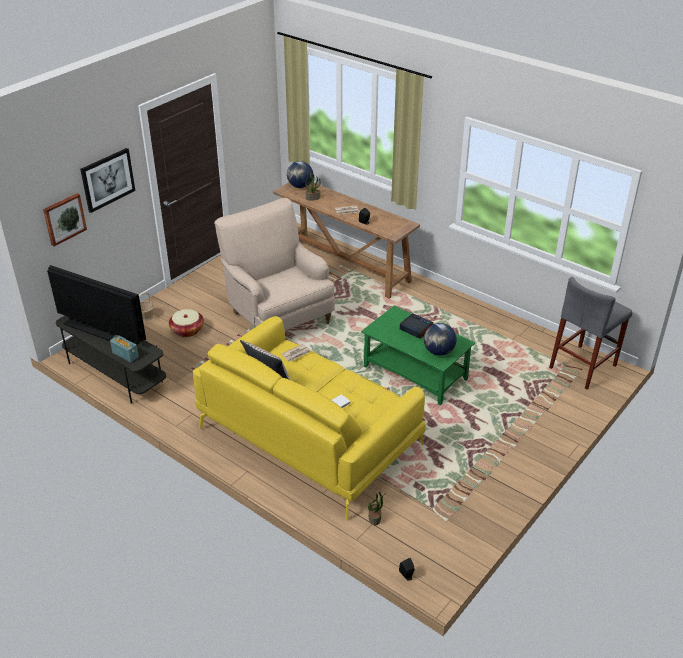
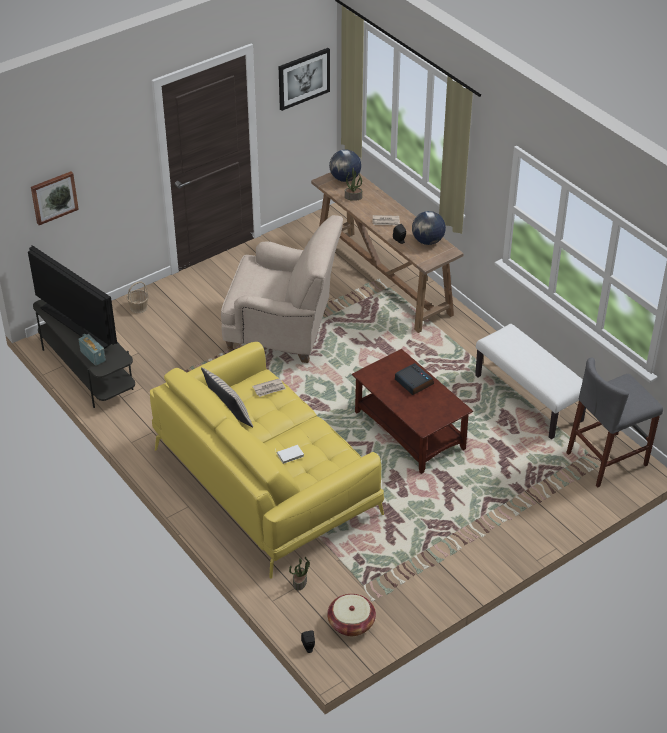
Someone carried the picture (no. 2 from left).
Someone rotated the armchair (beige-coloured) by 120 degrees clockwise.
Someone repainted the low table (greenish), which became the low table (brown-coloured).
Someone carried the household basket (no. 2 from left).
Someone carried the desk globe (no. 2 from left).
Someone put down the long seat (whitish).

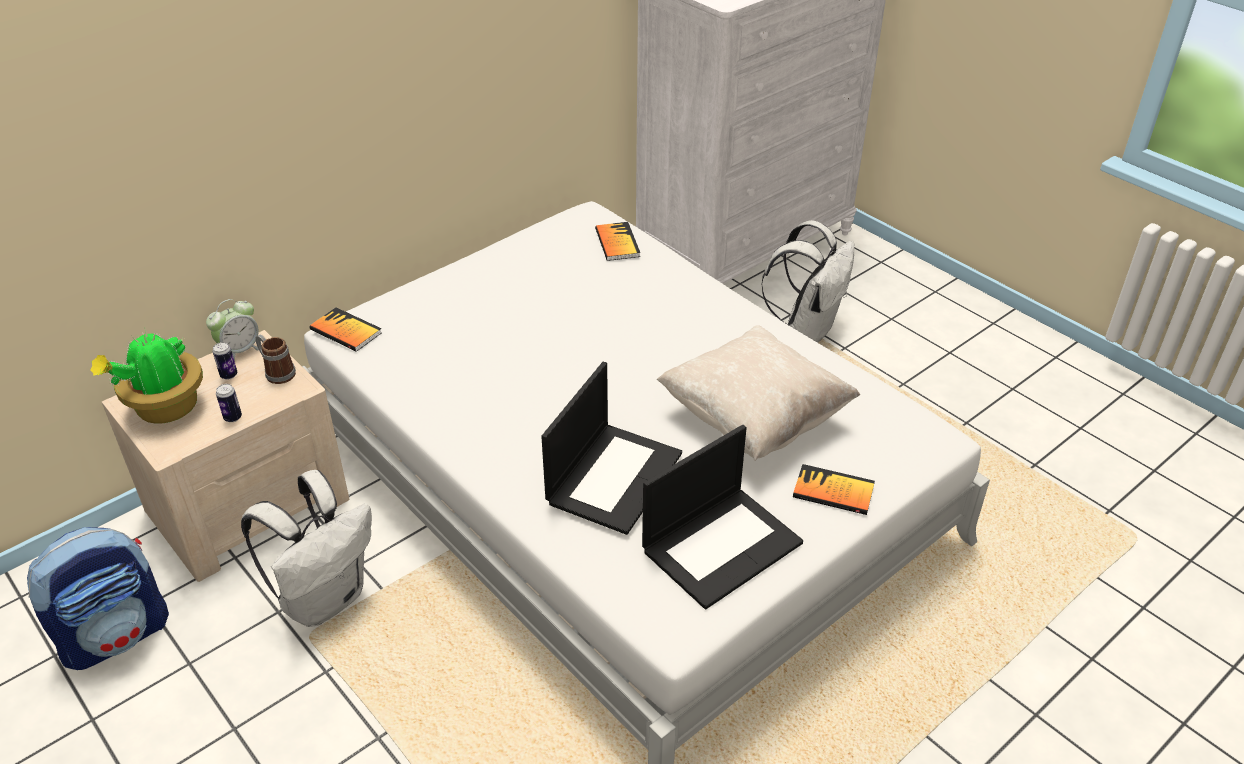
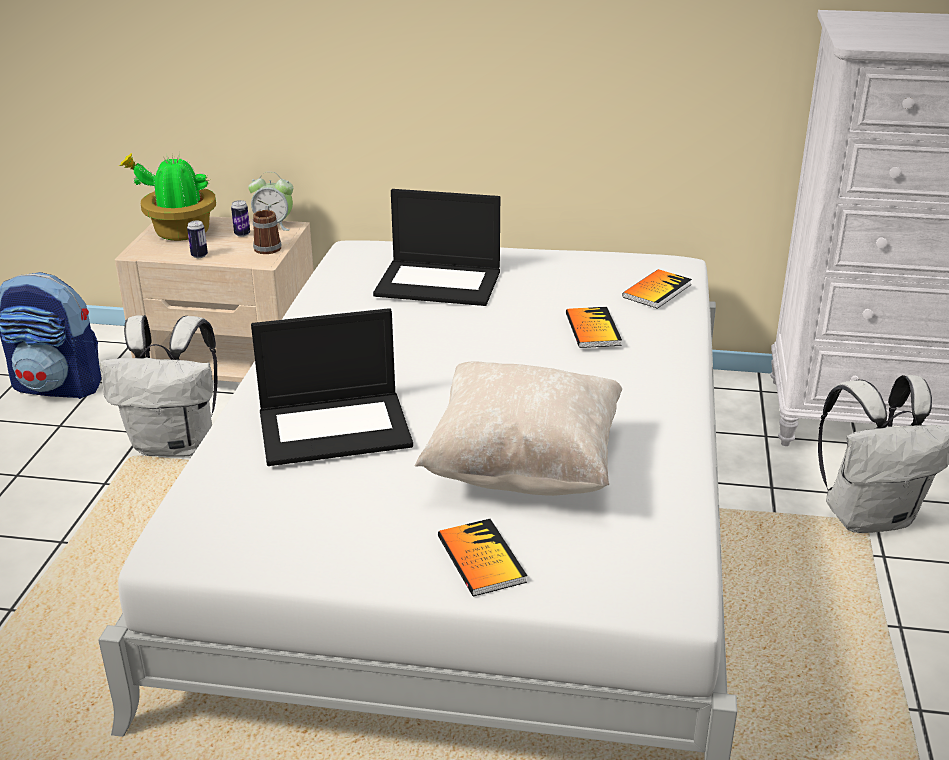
Someone carried the book (no. 1 from left in the first image).
Someone carried the laptop (no. 2 from left).

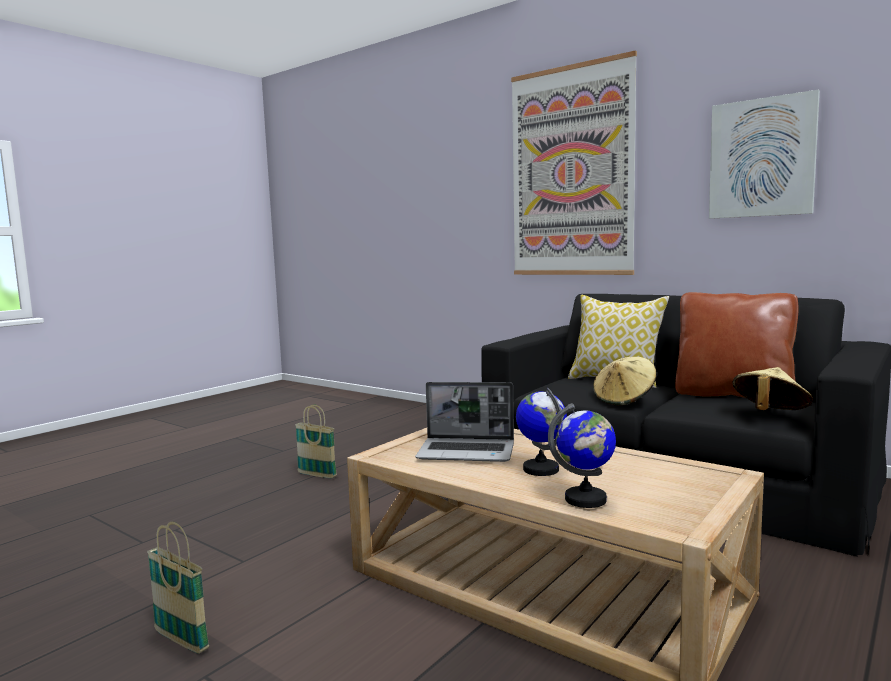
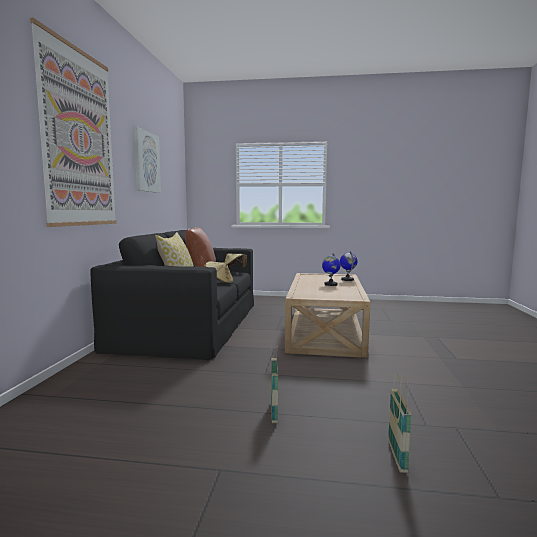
Someone took away the laptop.
Someone carried the household basket (no. 1 from left in the first image).

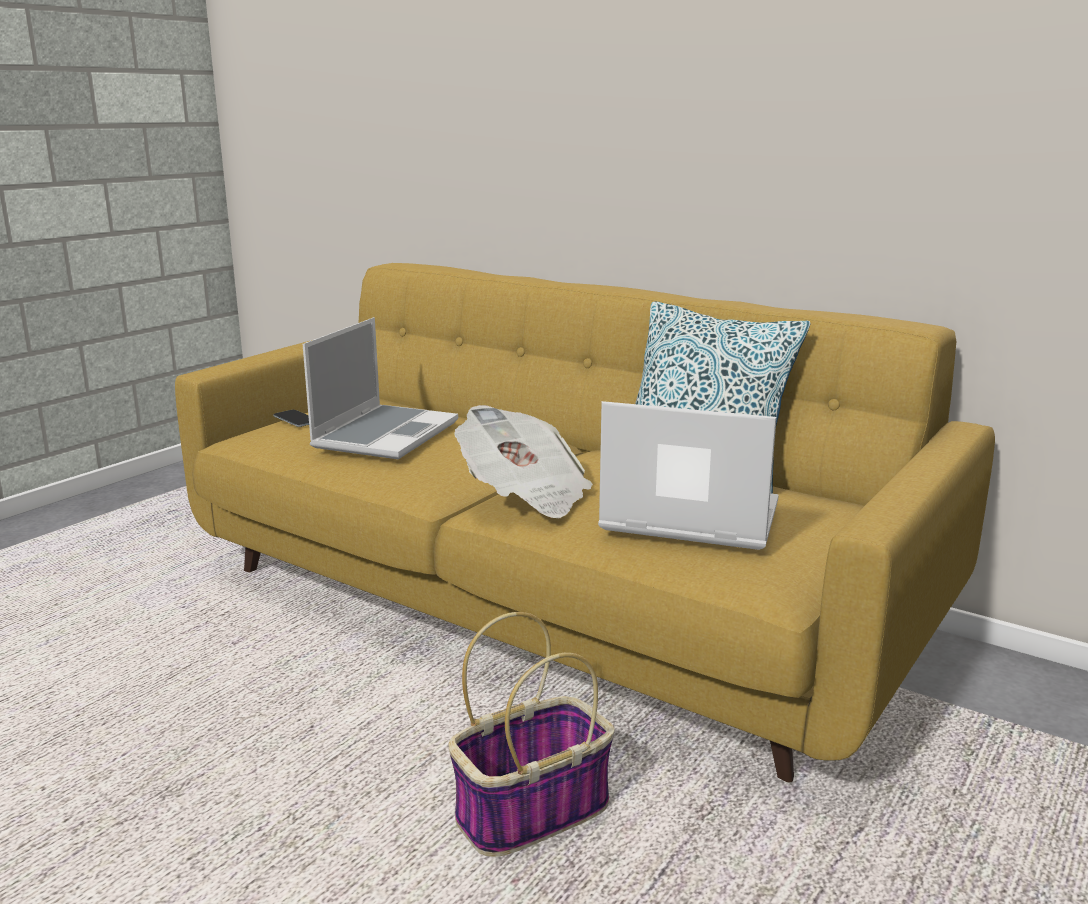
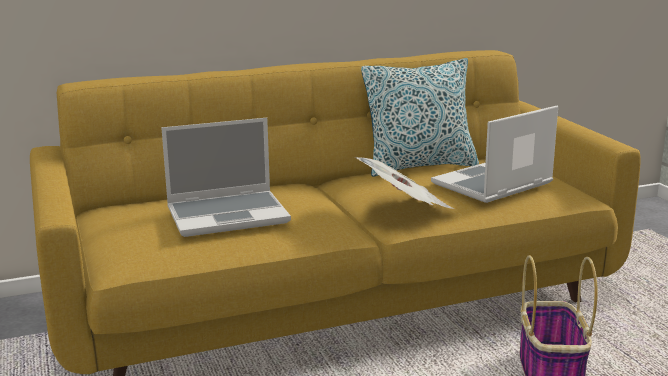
Someone rotated the laptop (no. 1 from left) by 105 degrees clockwise.
Someone took away the telephone.

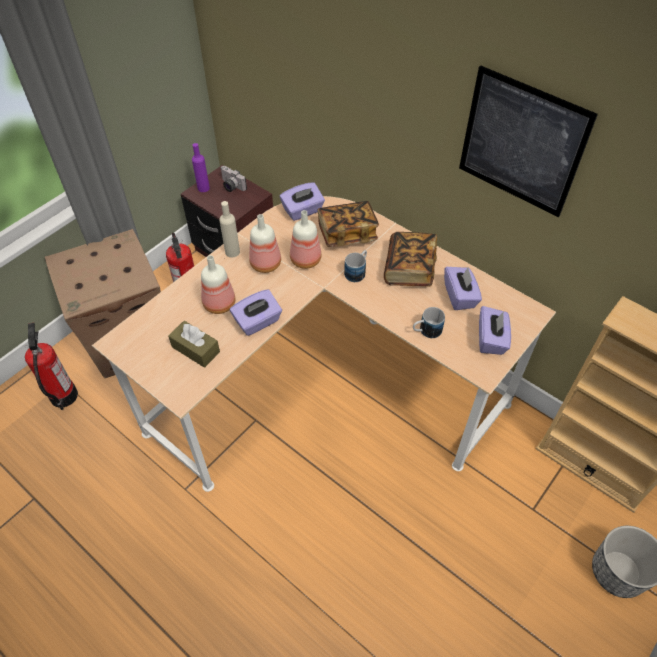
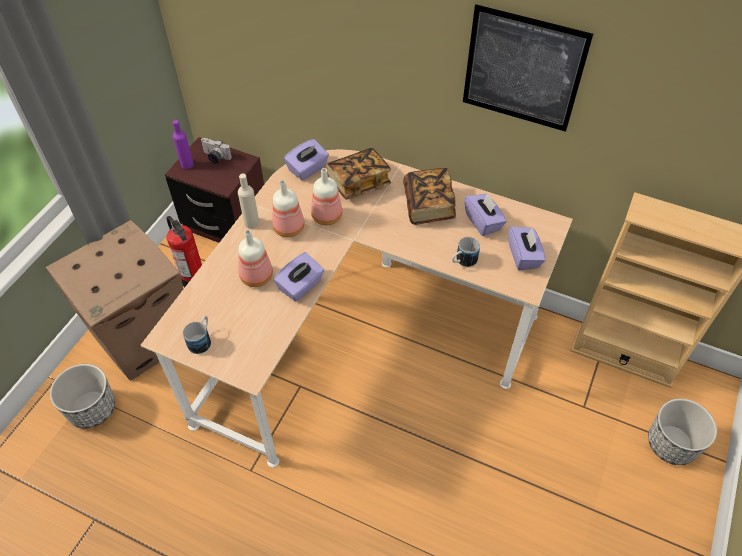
Someone carried the mug (no. 1 from left).
Someone took away the tissue holder (brown-coloured).
Someone swapped the fire-fighting cylinder (no. 1 from left) for the flower pot (no. 1 from left).

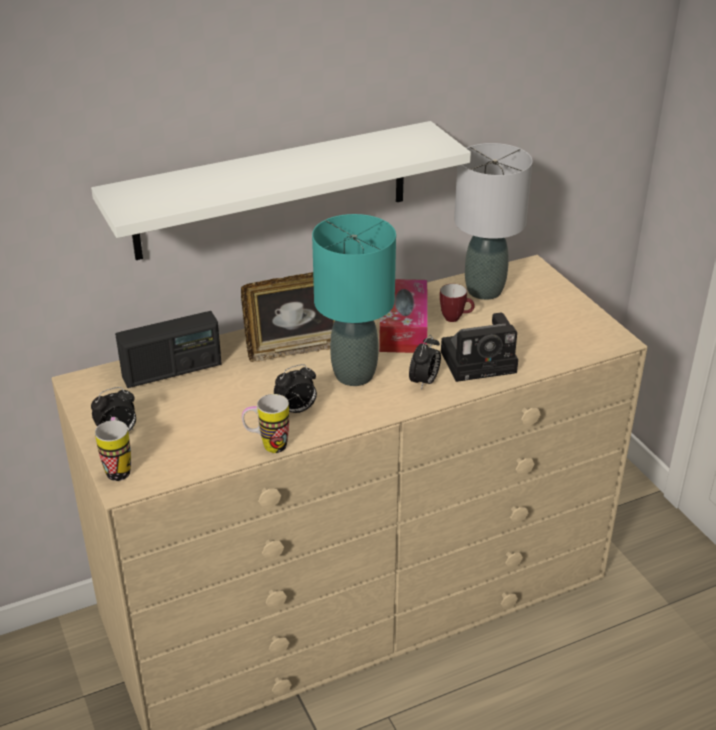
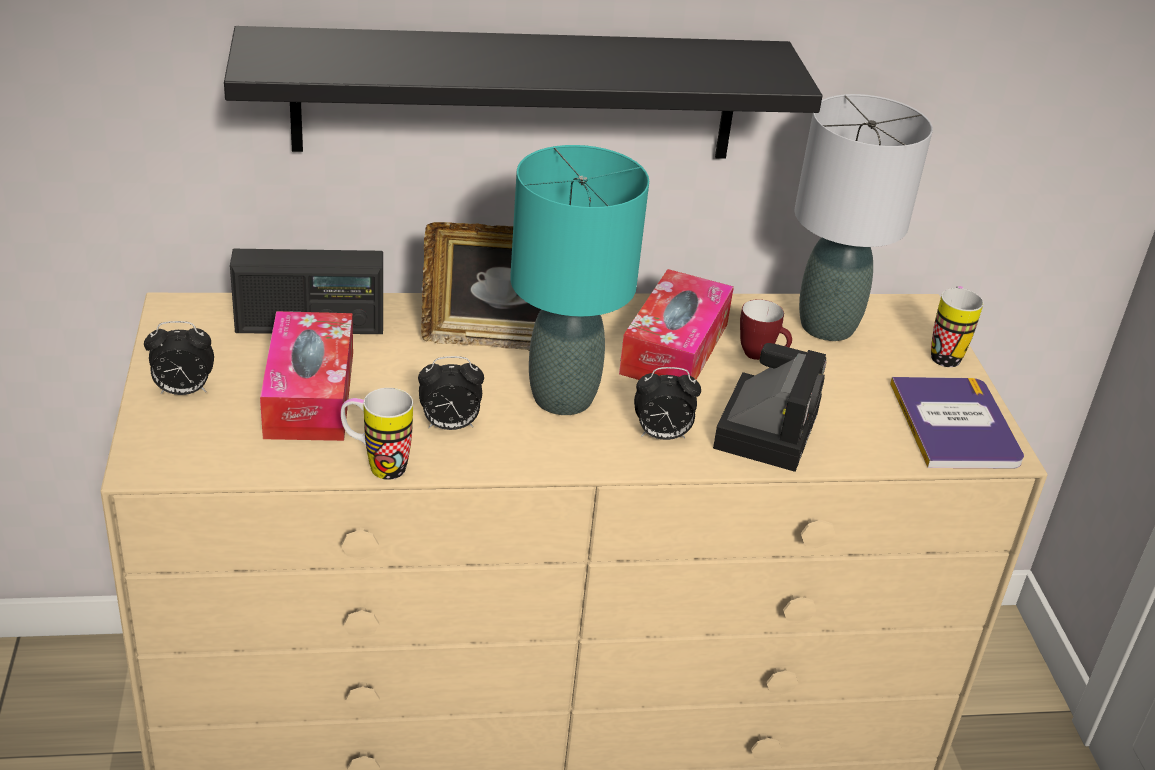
Someone repainted the bracket shelf (whitish), which became the bracket shelf (black).
Someone rotated the photo camera by 75 degrees counterclockwise.
Someone rotated the alarm clock (no. 3 from left) by 45 degrees clockwise.
Someone carried the mug (no. 1 from left in the first image).
Someone put down the tissue holder (no. 1 from left).
Someone put down the book.

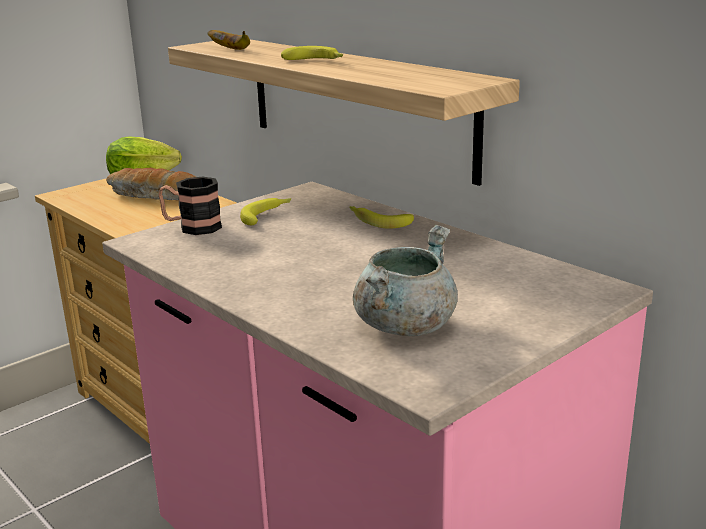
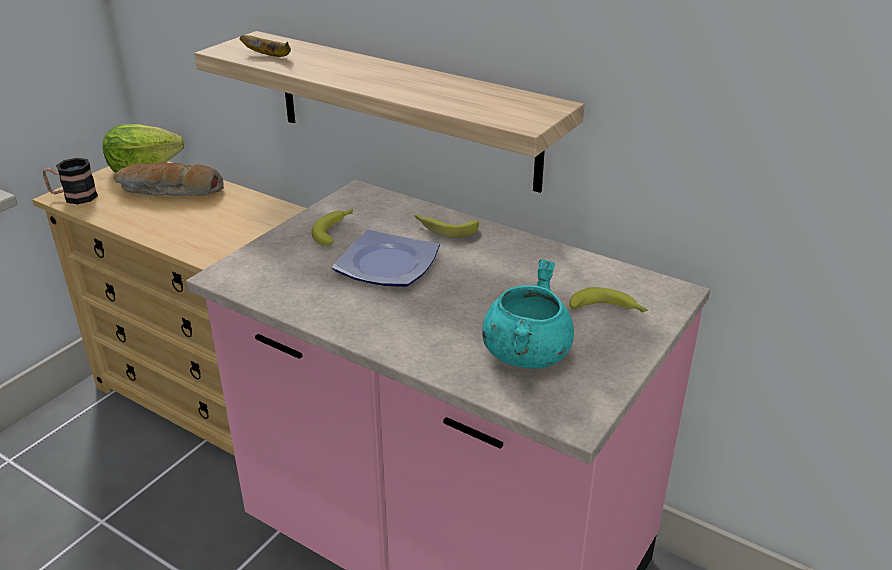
Someone carried the banana fruit (no. 3 from left in the first image).
Someone carried the mug.
Someone repainted the cooking pot (greyish), which became the cooking pot (blue-green).
Someone put down the flat dish.

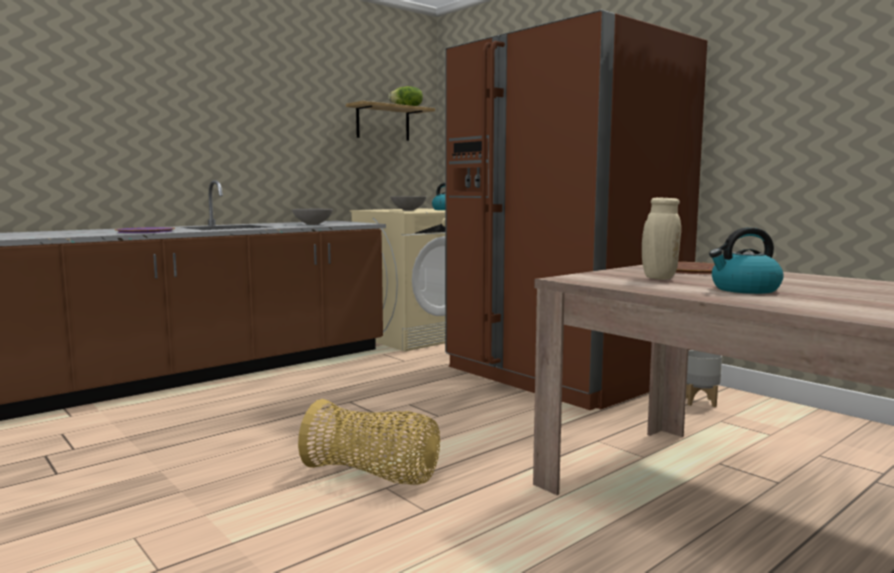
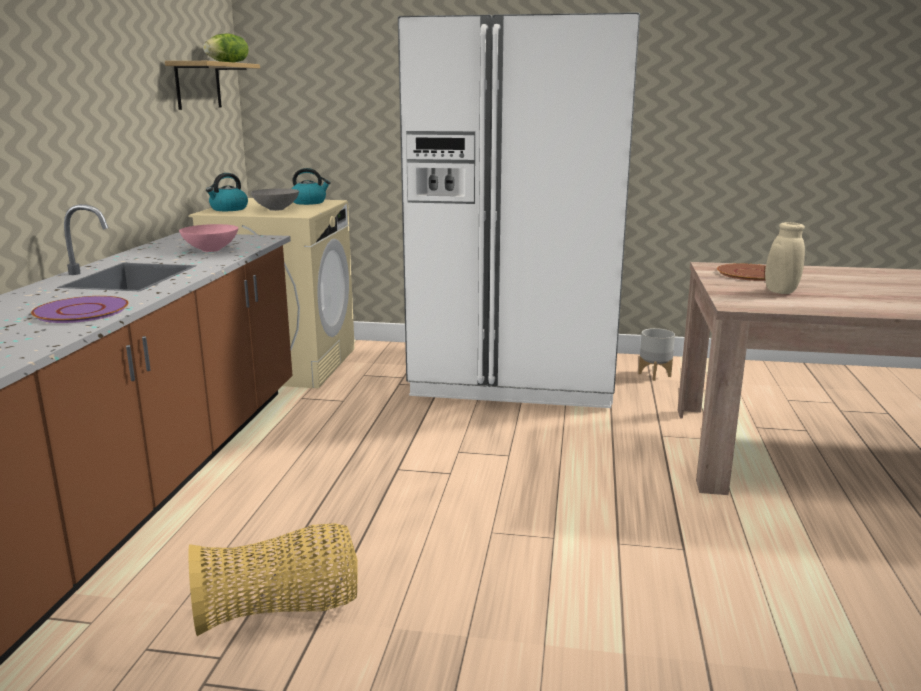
Someone repainted the fridge (brown-coloured), which became the fridge (whitish).
Someone repainted the deep dish (greyish) (no. 1 from left), which became the deep dish (pinkish).
Someone carried the water kettle (no. 2 from left in the first image).
Someone carried the household basket.

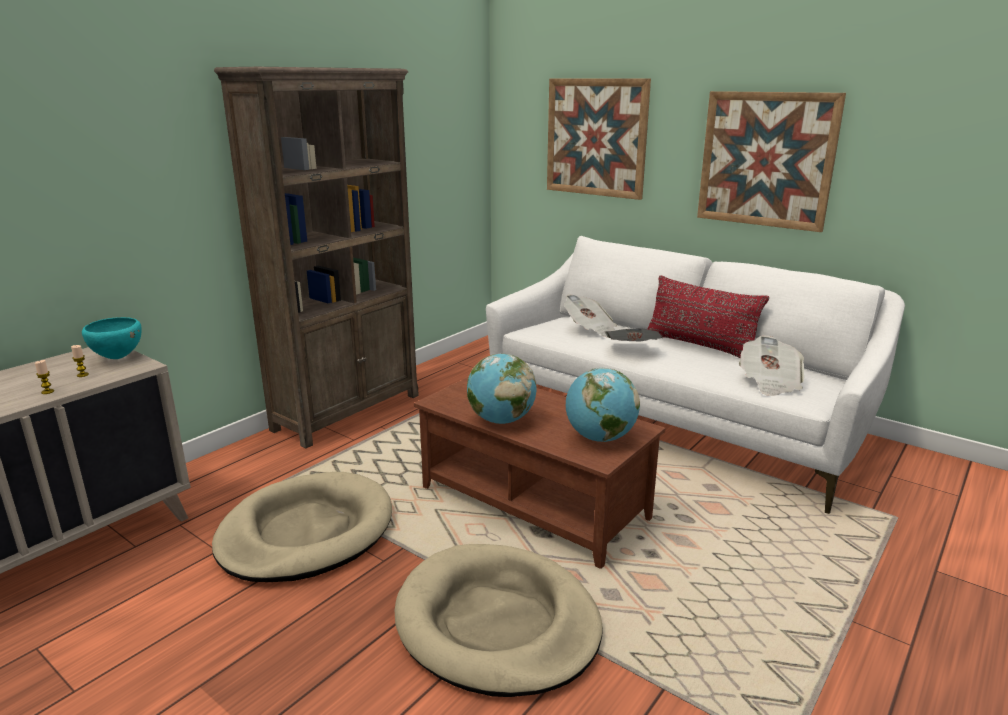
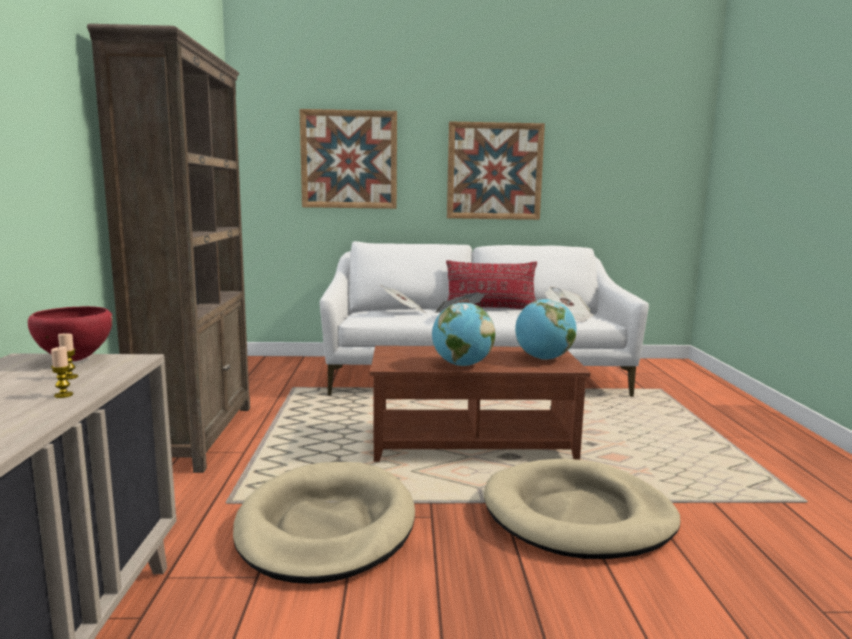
Someone repainted the deep dish (blue-green), which became the deep dish (reddish).

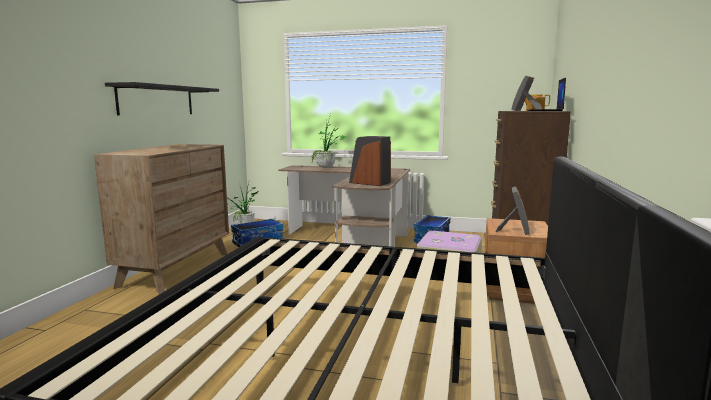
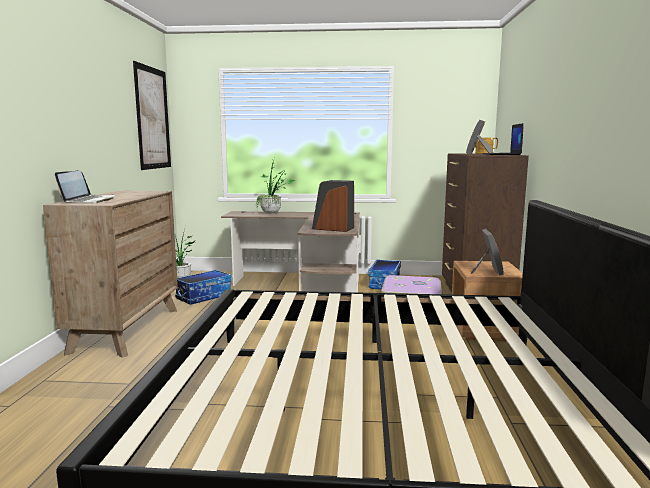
Someone took away the bracket shelf (black).
Someone put up the picture.
Someone put down the laptop (no. 1 from left).

